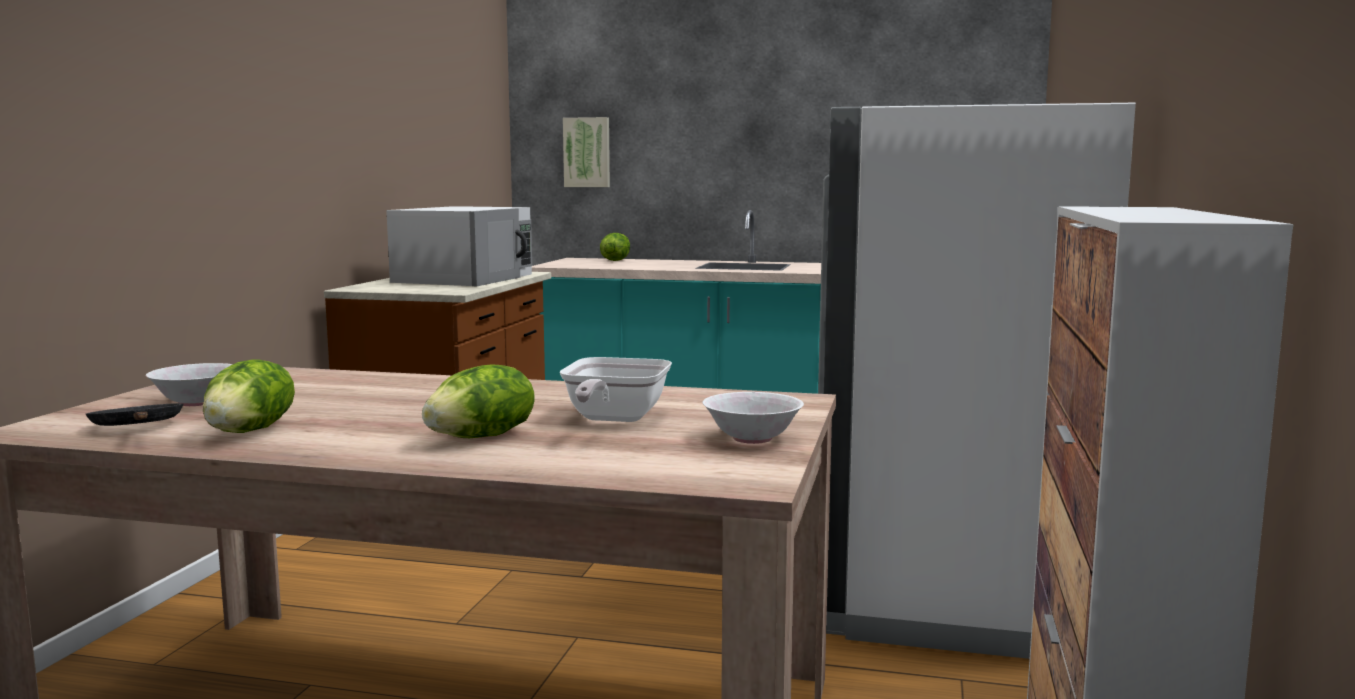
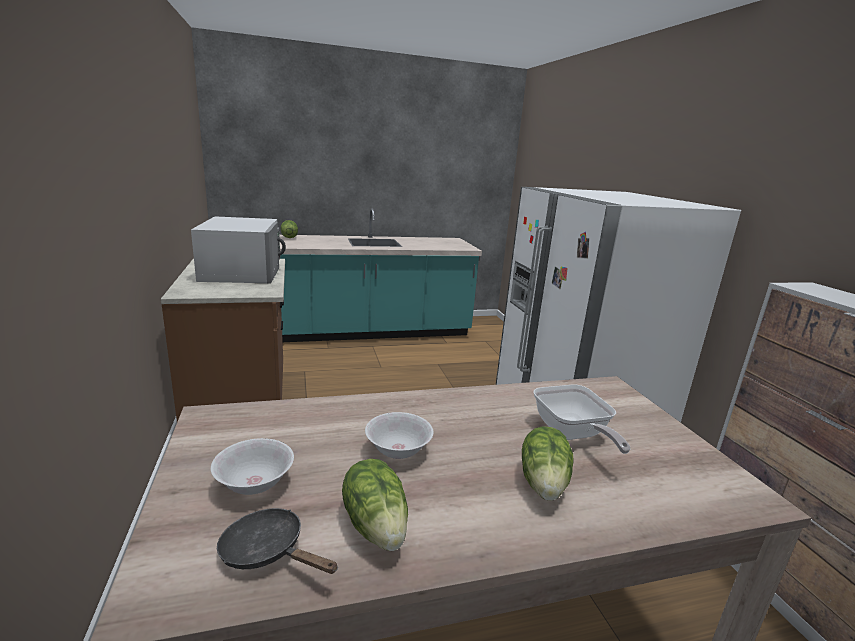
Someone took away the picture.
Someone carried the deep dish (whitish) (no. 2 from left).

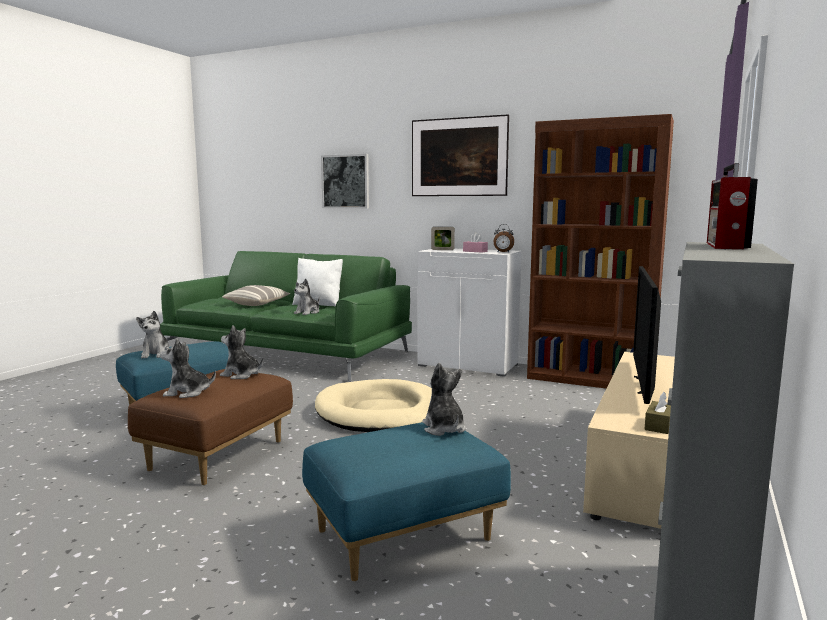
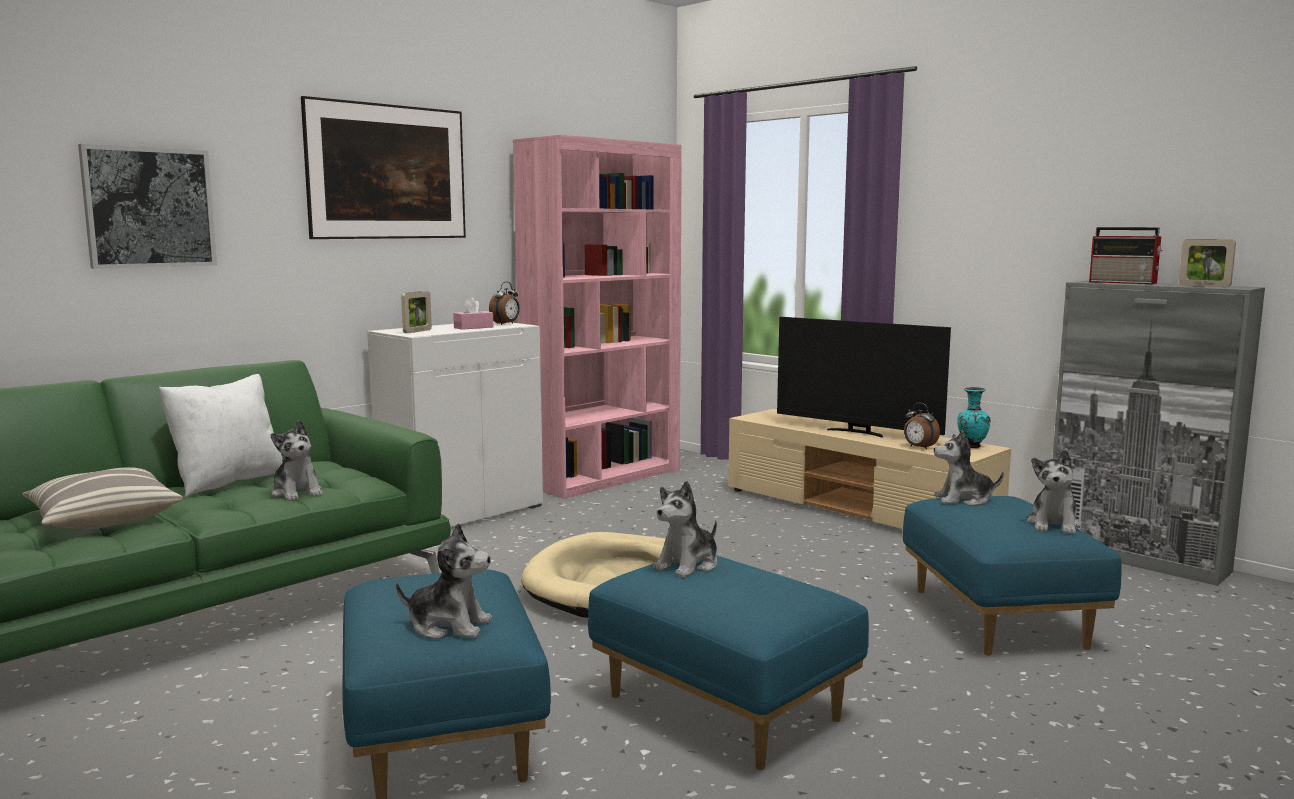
Someone repainted the shelving unit (brown-coloured), which became the shelving unit (pinkish).
Someone carried the soft toy (no. 2 from left in the first image).
Someone repainted the ottoman (brown-coloured), which became the ottoman (blue) (no. 2 from left).
Someone swapped the tissue holder (brown-coloured) for the vase (blue-green).
Someone put down the standing frame (no. 2 from left).
Someone put down the alarm clock (no. 2 from left).

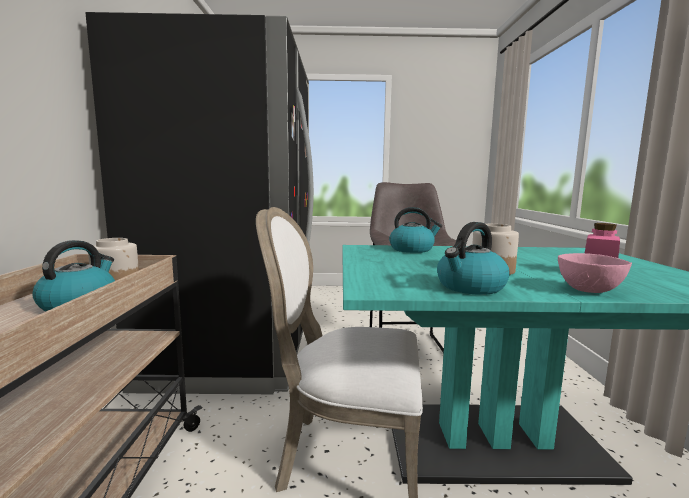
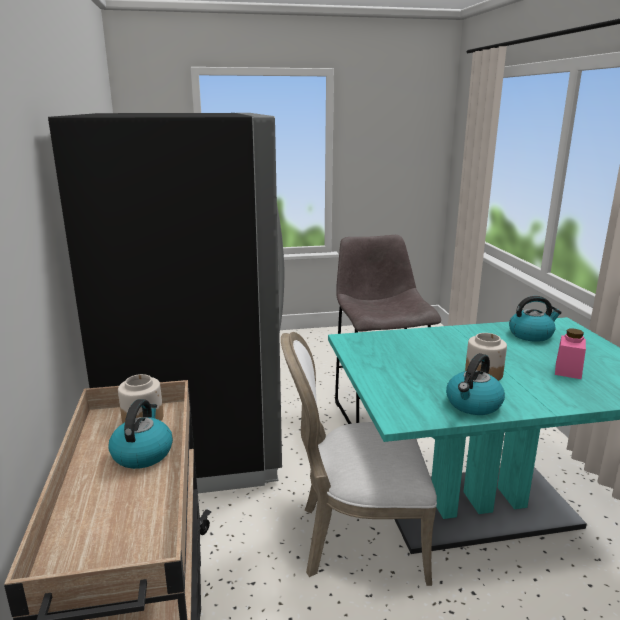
Someone carried the water kettle (no. 2 from left in the first image).
Someone took away the deep dish (pinkish).

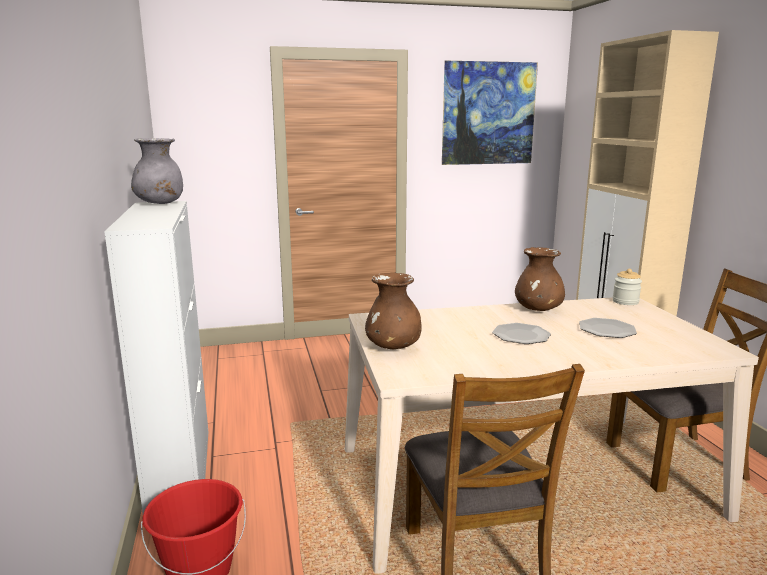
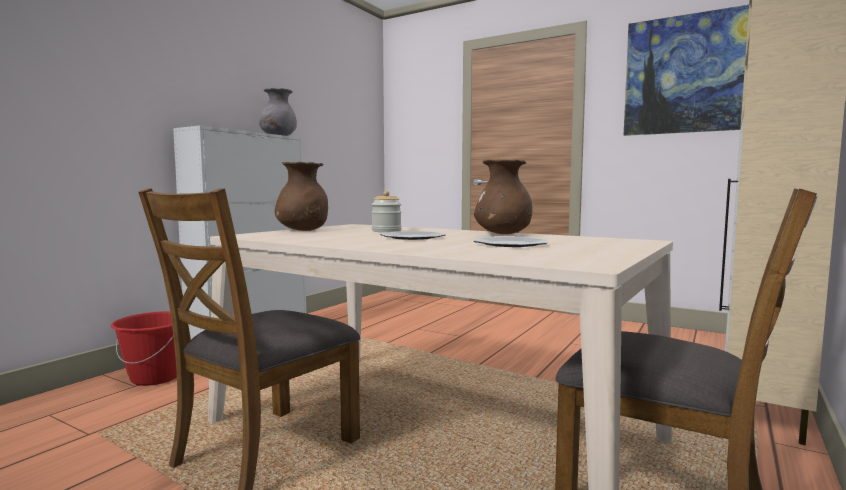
Someone carried the storage jar.

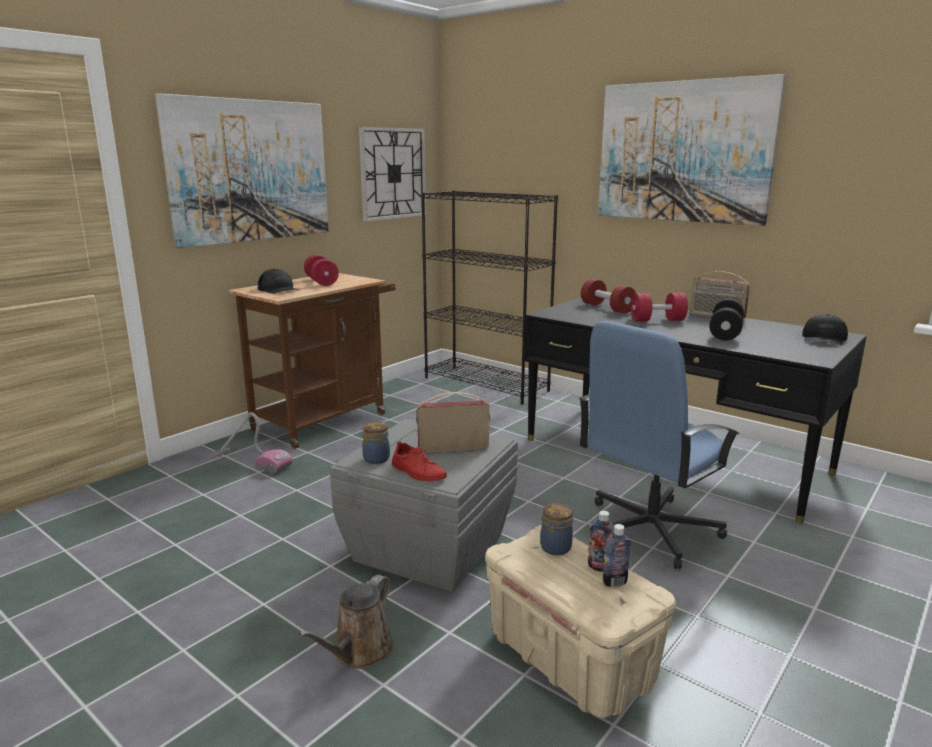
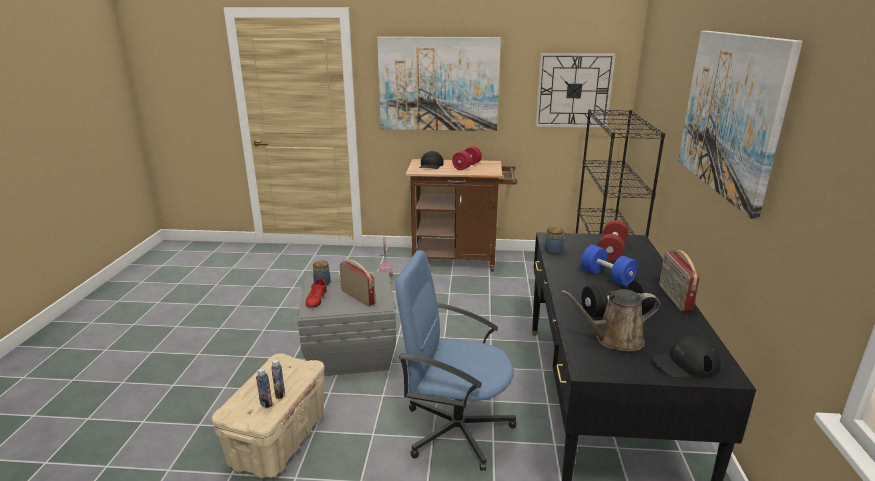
Someone repainted the free weight (reddish) (no. 3 from left), which became the free weight (blue).
Someone carried the storage jar (no. 2 from left).
Someone carried the sprinkling can (brown-coloured).

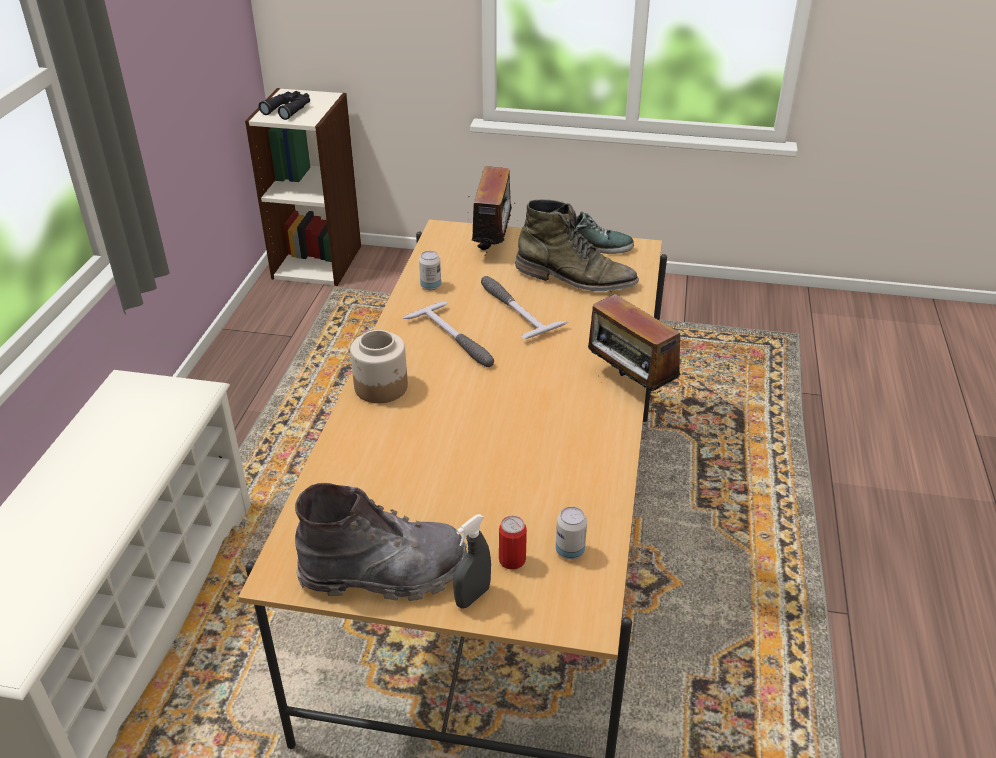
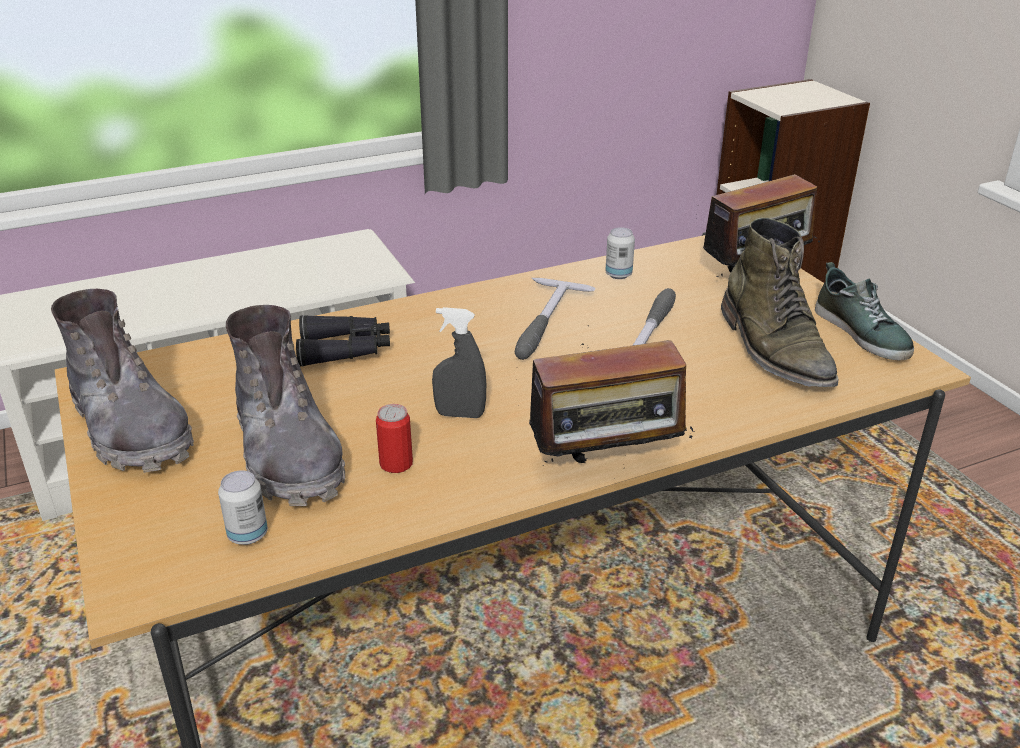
Someone carried the field glasses (black).
Someone rotated the radio (no. 2 from left in the first image) by 120 degrees counterclockwise.
Someone took away the storage jar.
Someone carried the hand sprayer (greyish).
Someone carried the sealed can (no. 2 from left).
Someone put down the tall boot (greyish) (no. 2 from left).

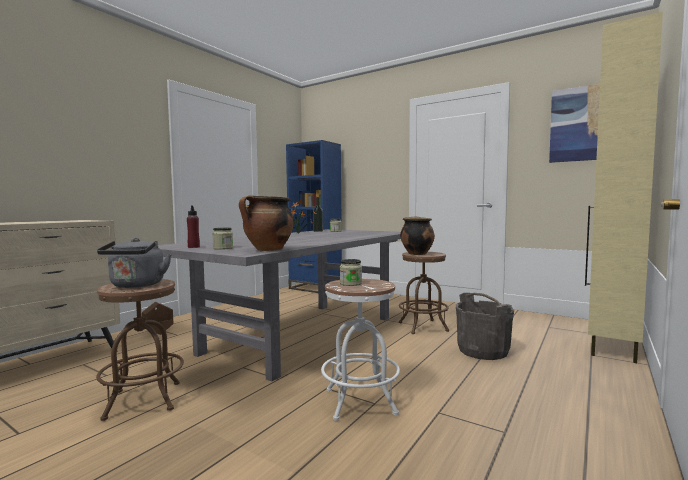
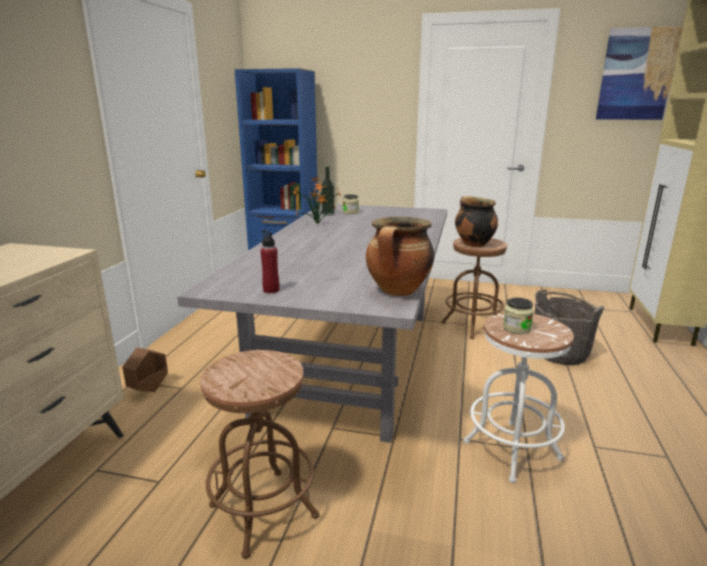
Someone took away the storage jar (no. 1 from left).
Someone took away the water kettle (greyish).

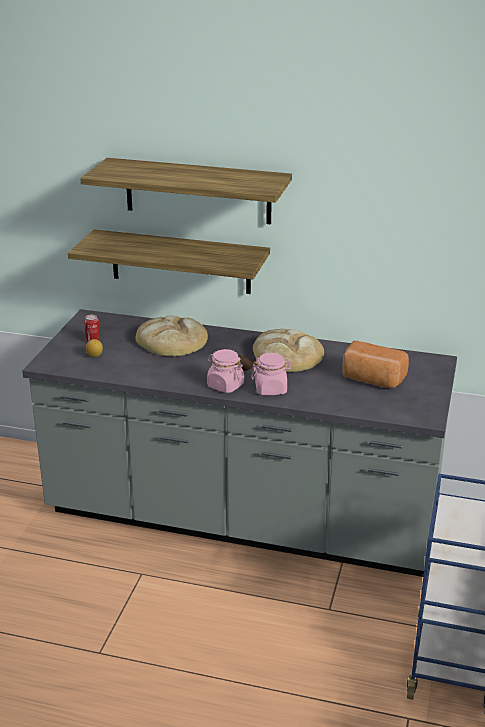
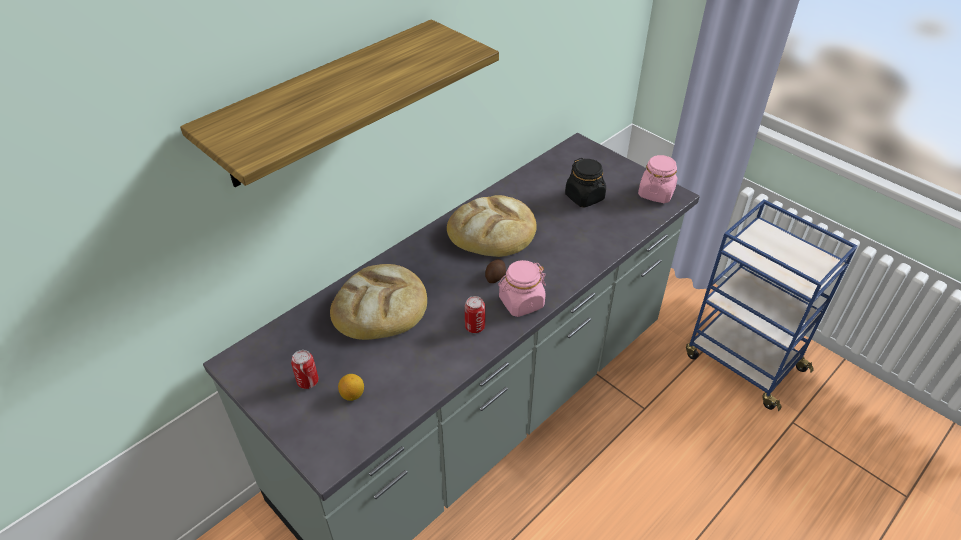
Someone took away the bracket shelf (no. 1 from left).
Someone swapped the bread (no. 3 from left) for the storage jar (black).
Someone carried the storage jar (pinkish) (no. 2 from left).
Someone put down the sealed can (no. 2 from left).

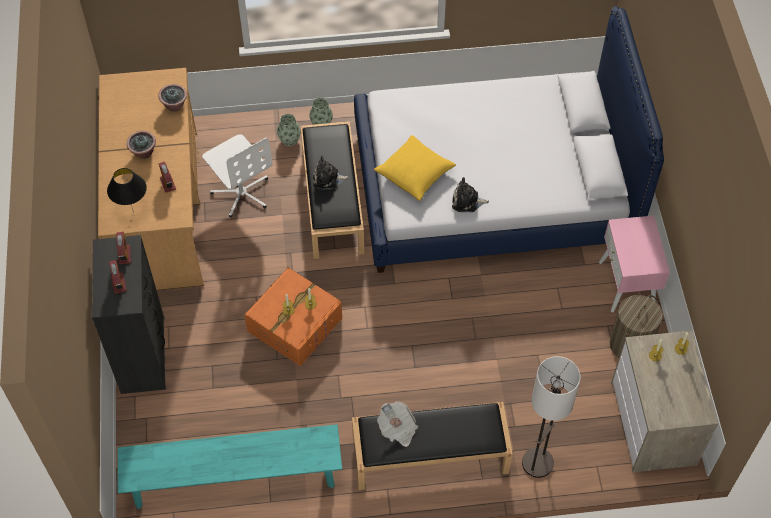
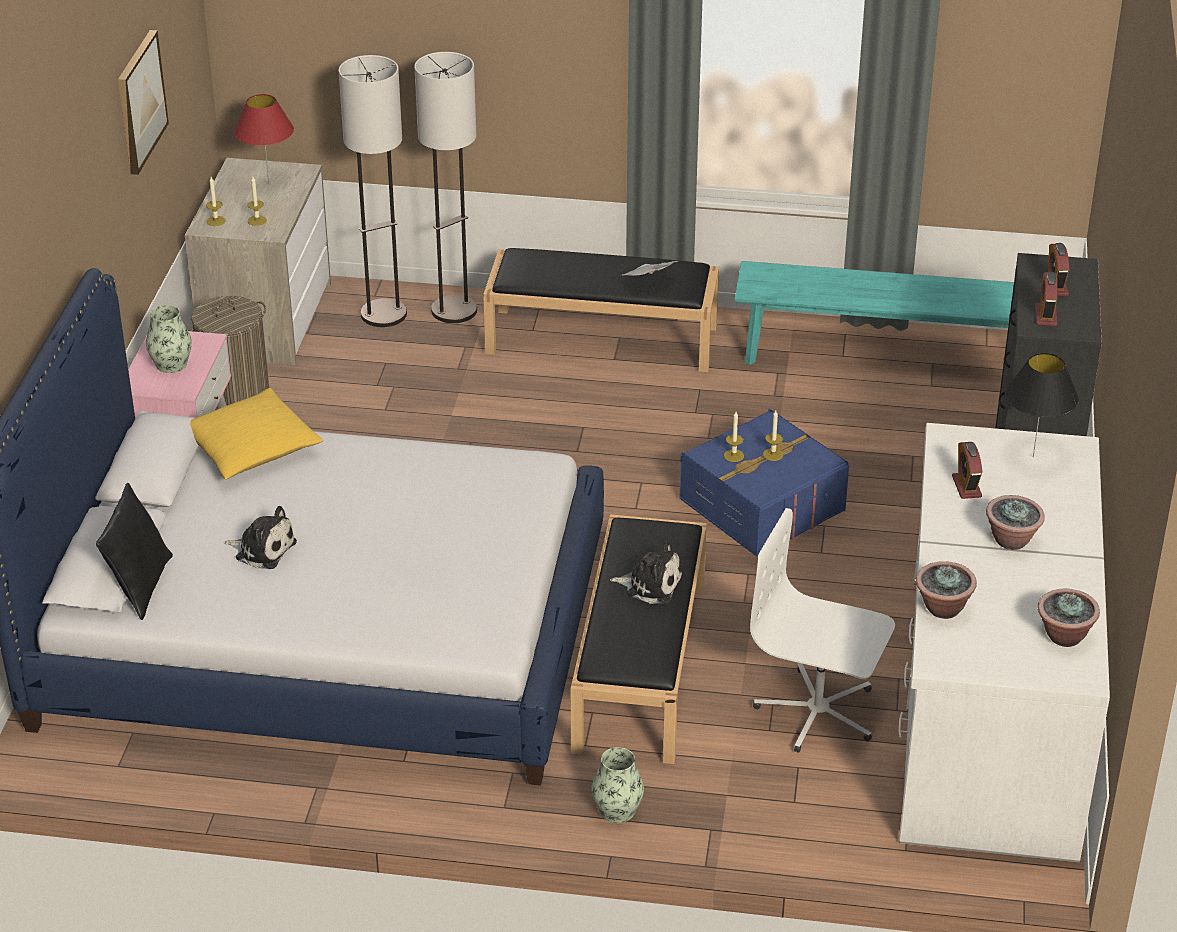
Someone repainted the desk (brown-coloured), which became the desk (whitish).
Someone carried the vase (no. 1 from left).
Someone rotated the computer chair (whitish) by 45 degrees counterclockwise.
Someone carried the cushion (yellow).
Someone carried the soft toy (no. 2 from left in the first image).
Someone repainted the storage box (orangey), which became the storage box (blue).
Someone put up the picture.
Someone put down the standard lamp (no. 1 from left).
Someone put down the table lamp (reddish).
Someone put down the cushion (black).
Someone put down the houseplant (no. 3 from left).

